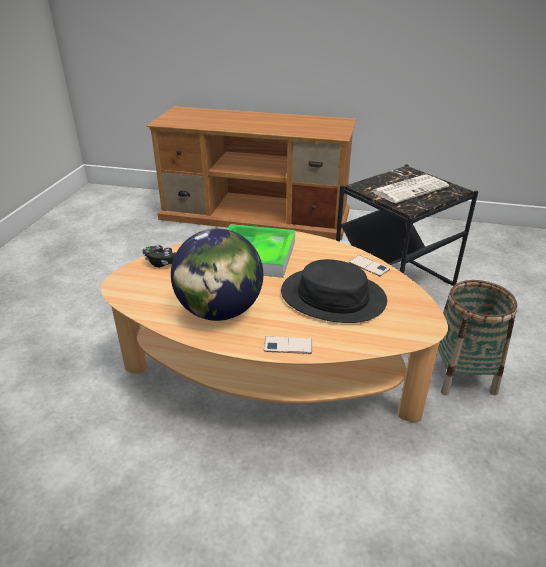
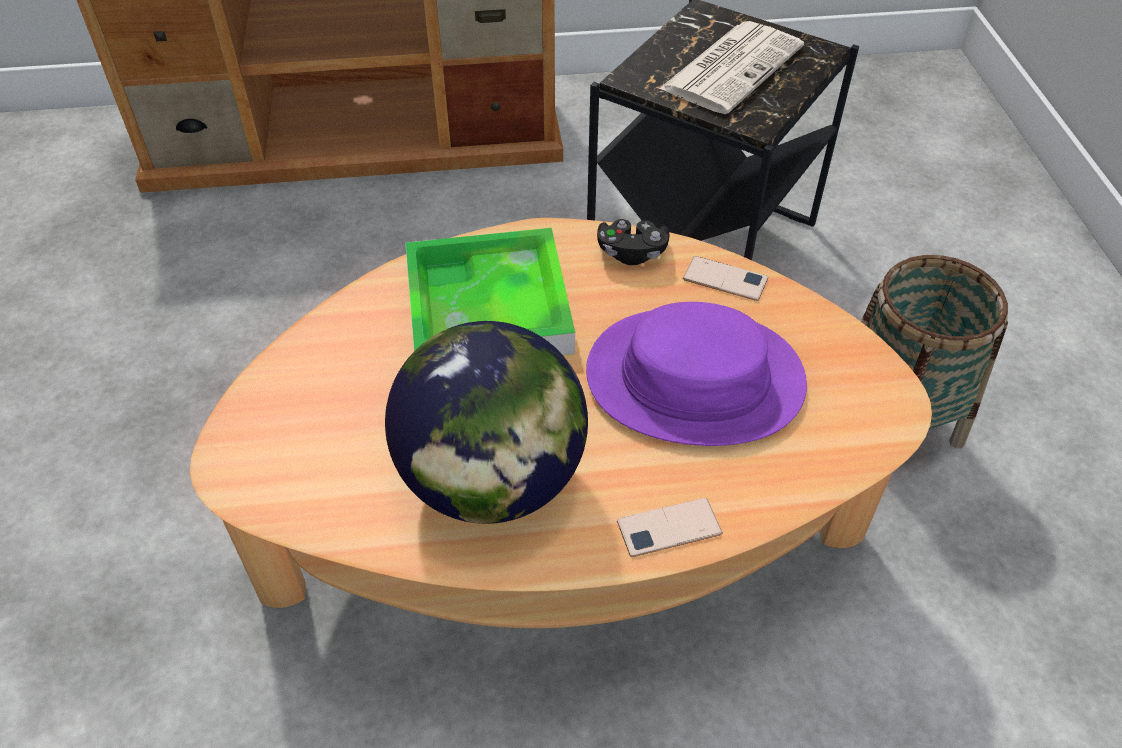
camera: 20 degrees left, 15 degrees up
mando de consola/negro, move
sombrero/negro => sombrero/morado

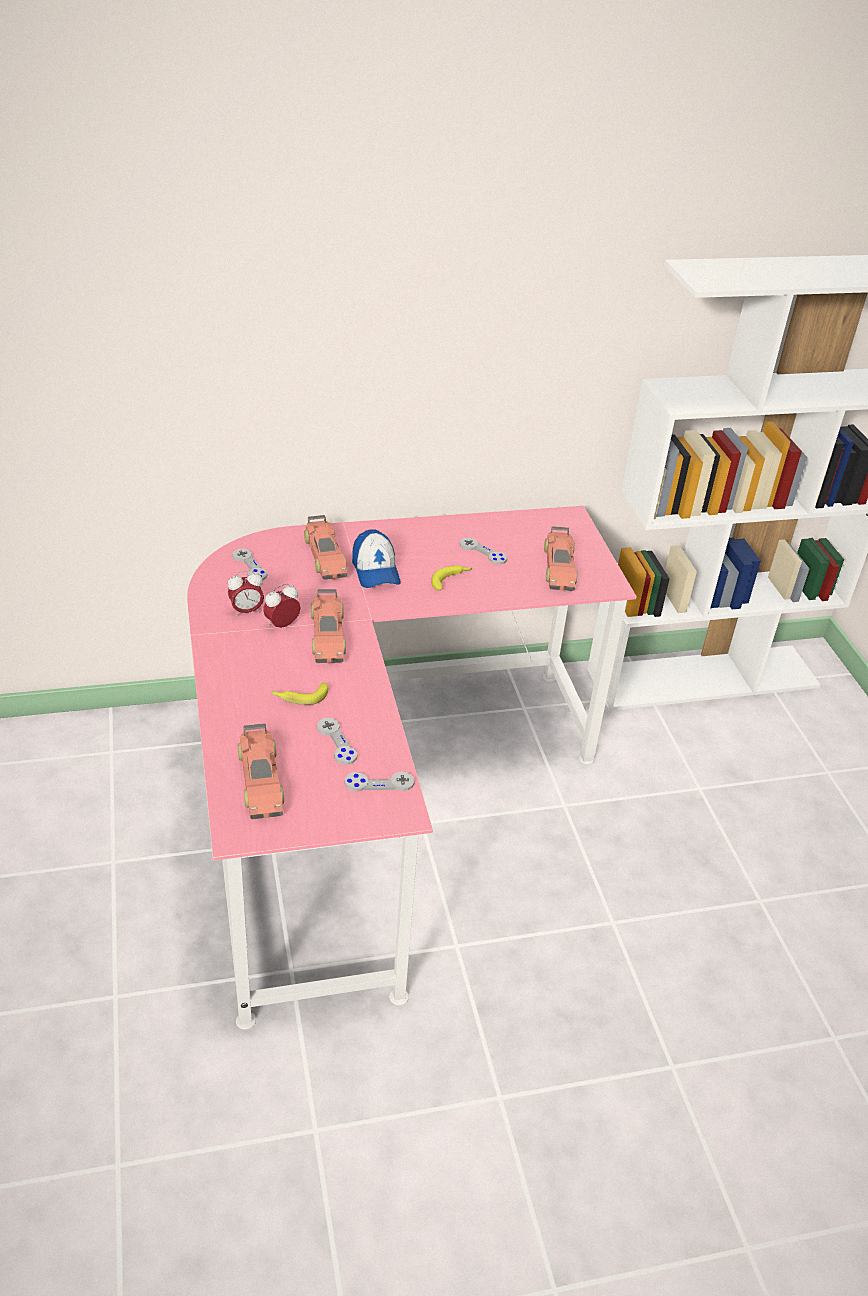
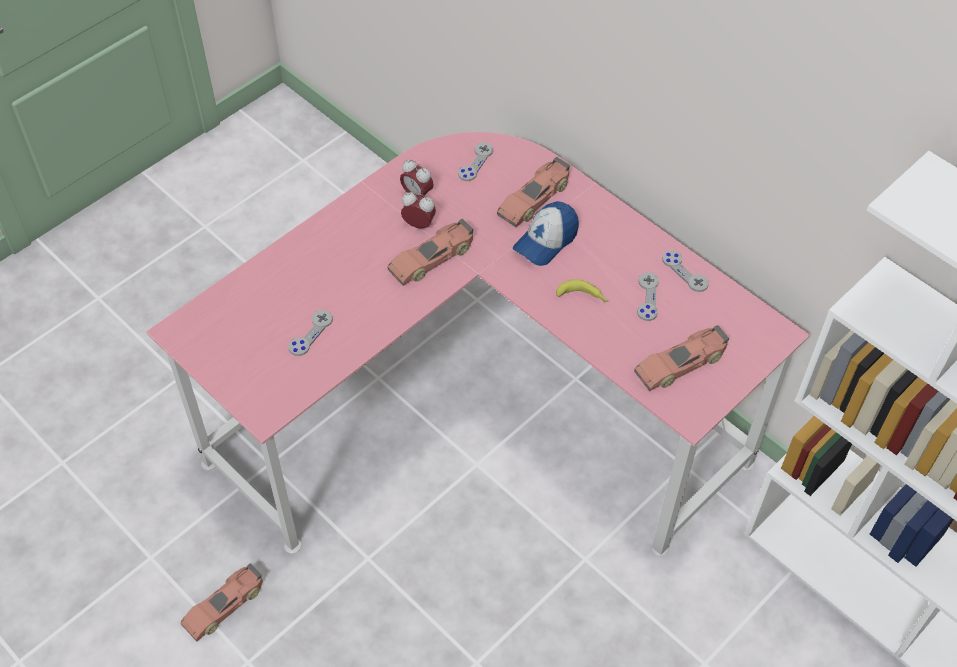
camera: 60 degrees right, 15 degrees up
plátano (1st from left) => nothing
coche de juguete (1st from left), move
mando de consola/gris (3rd from left in the first image) => mando de consola/gris (4th from left), move

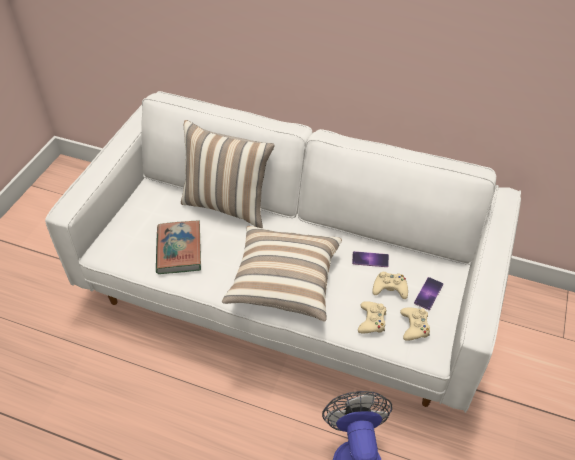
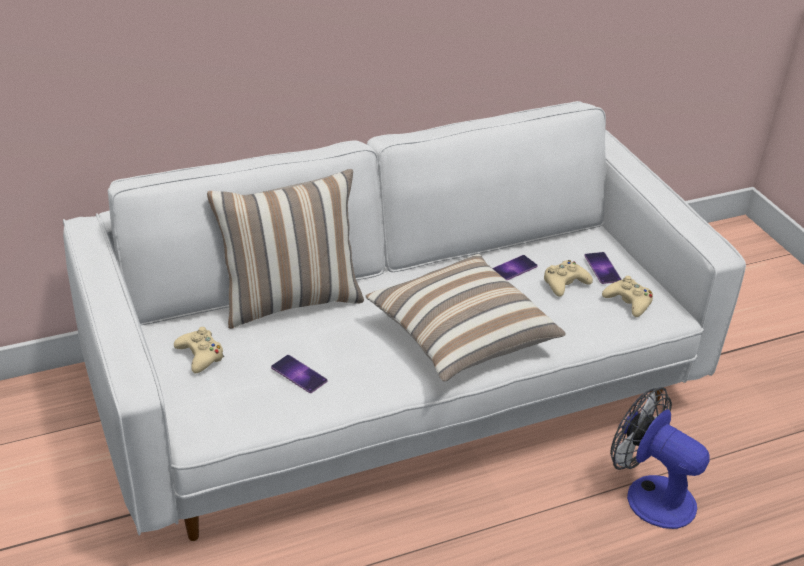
camera: 45 degrees left, 10 degrees down
mando de consola/beis (1st from left), move
libro => móvil (1st from left)

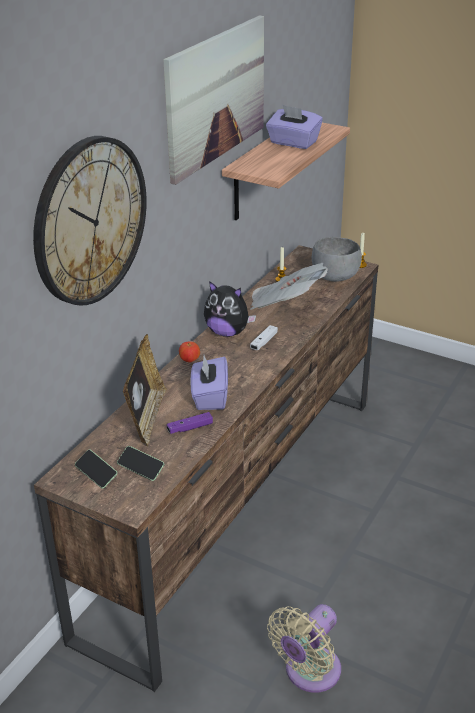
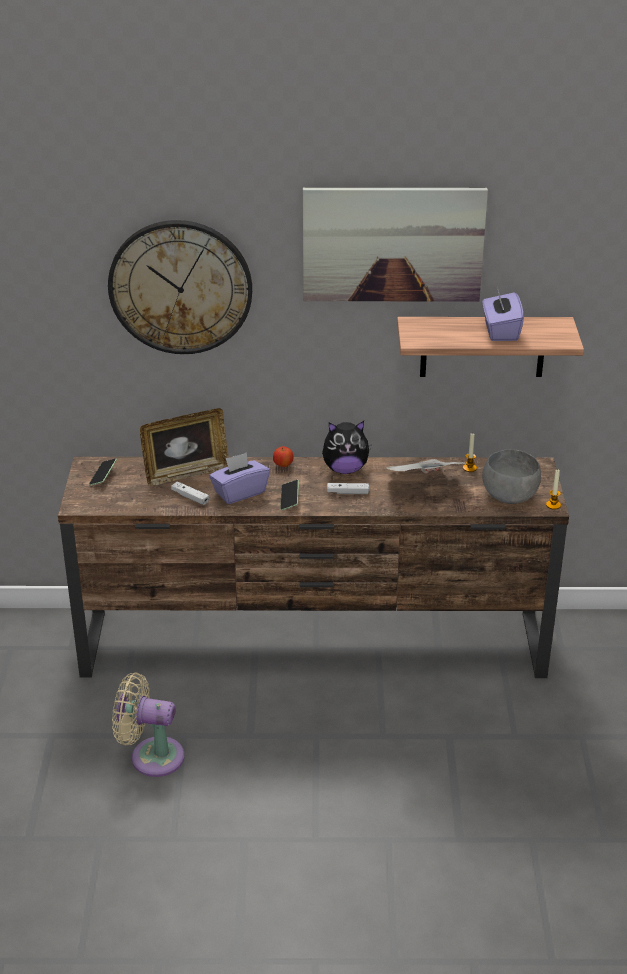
camera: 60 degrees right, 0 degrees up
móvil (2nd from left), move
mando de consola/morado => mando de consola/blanco (1st from left)
peluche, 90 degrees counterclockwise

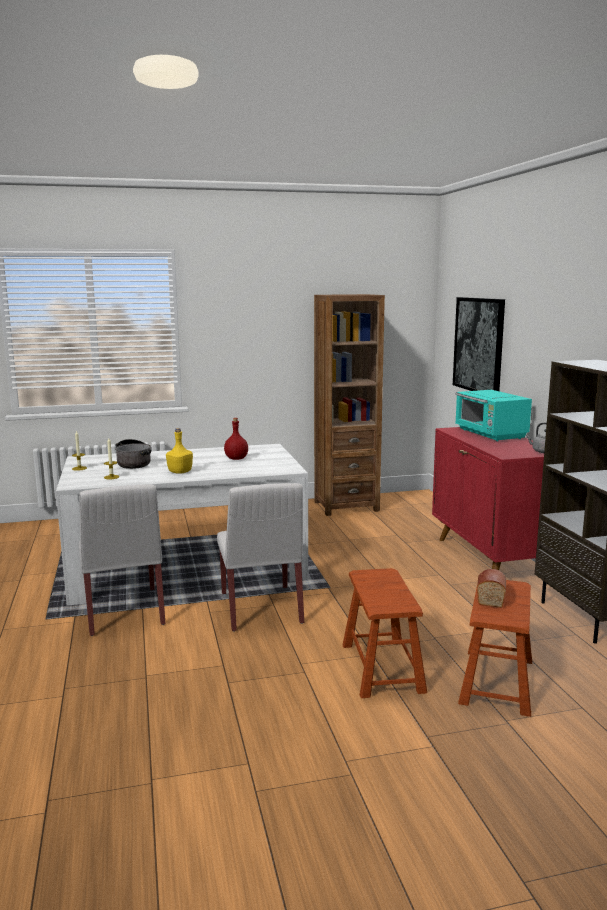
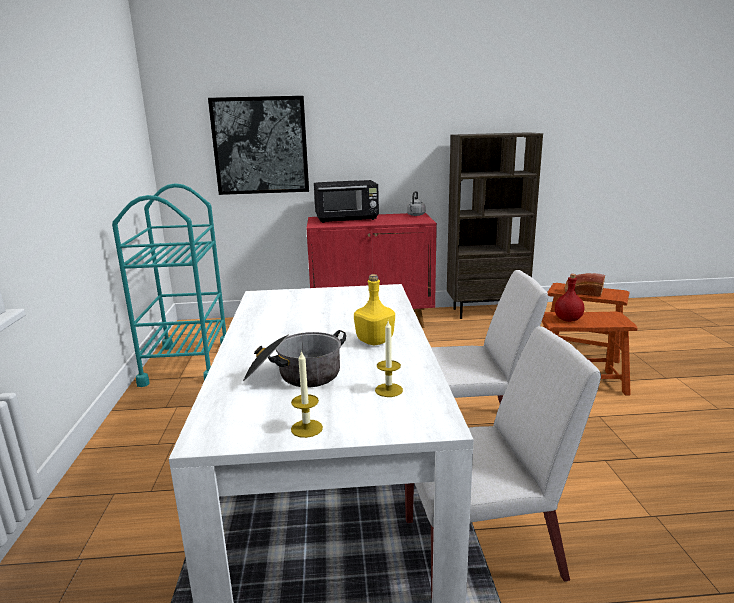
camera: 80 degrees left, 5 degrees up
botella/rojo, move
estantería/marrón (1st from left) => carrito/turquesa
microondas/turquesa => microondas/negro

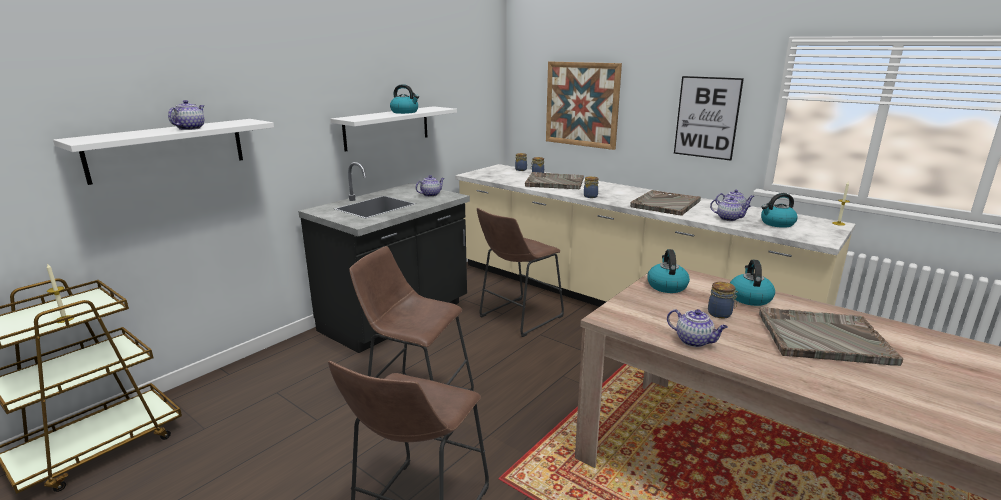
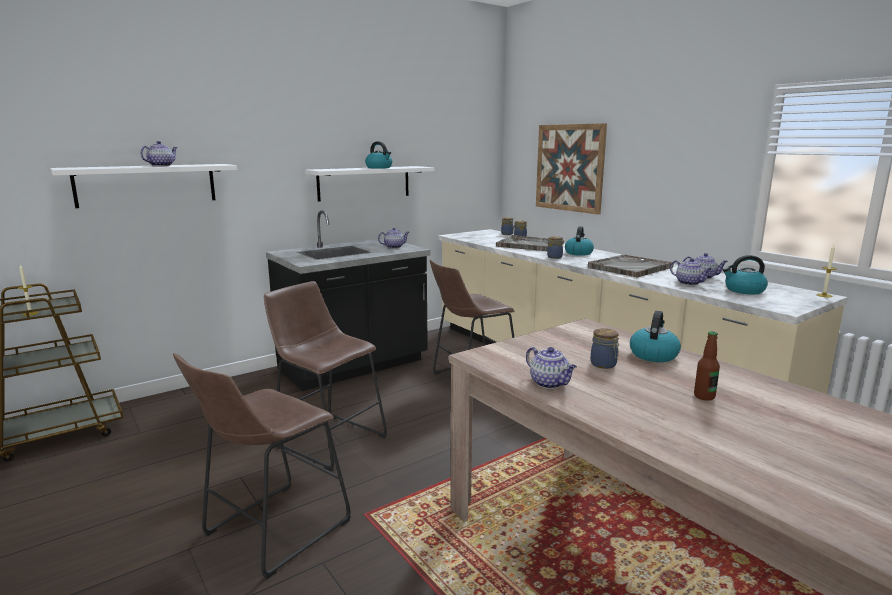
camera: 15 degrees right, 5 degrees down
cuadro (2nd from left) => nothing
hervidor (2nd from left), move
bandeja/gris (3rd from left) => botella

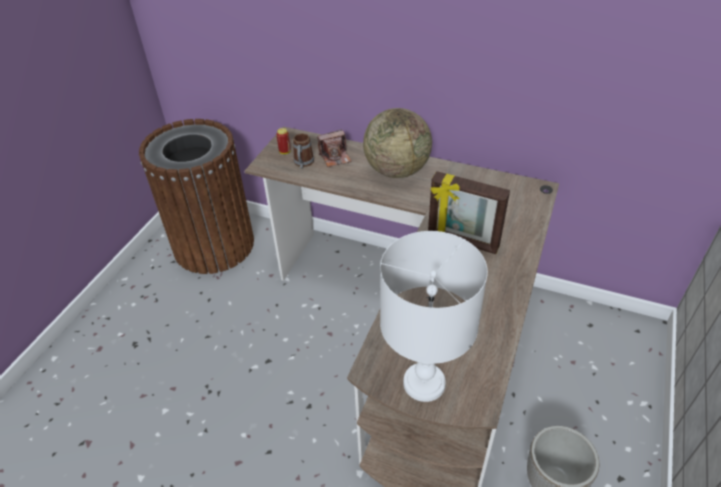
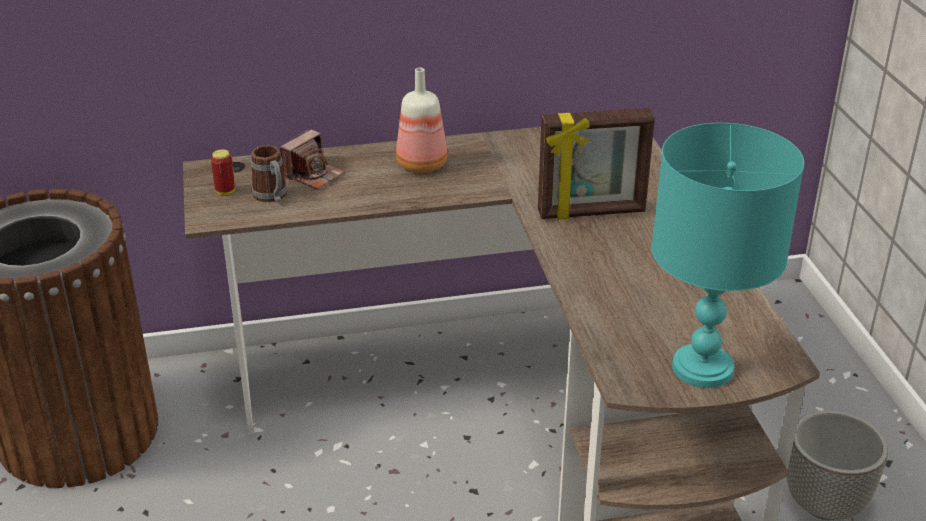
camera: 35 degrees left, 10 degrees down
globo terráqueo => botella
lámpara de mesa/blanco => lámpara de mesa/turquesa

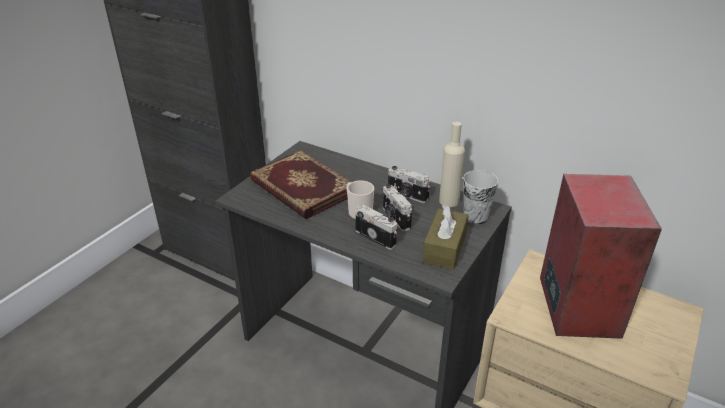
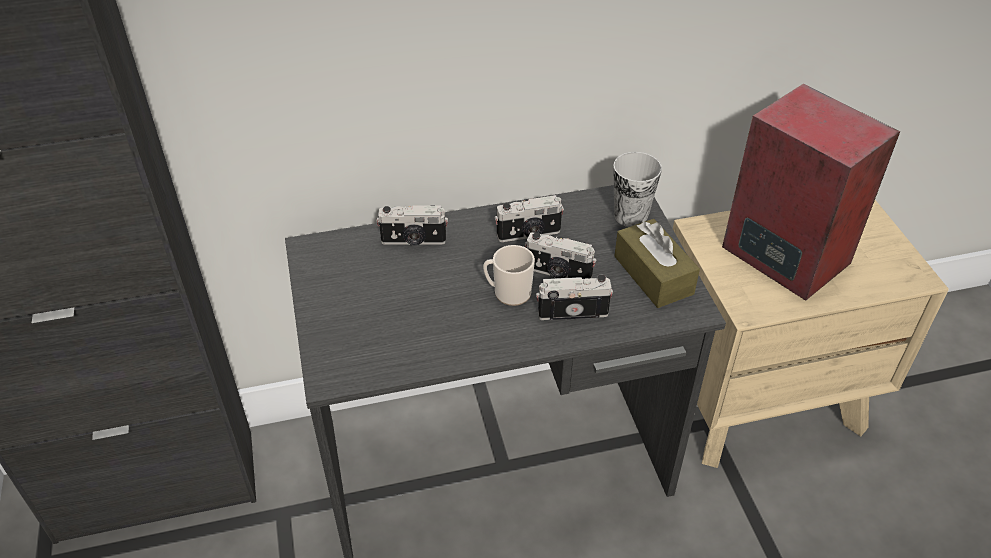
camera: 45 degrees left, 10 degrees up
libro => nothing
botella/beis => nothing
nothing => cámara (1st from left)

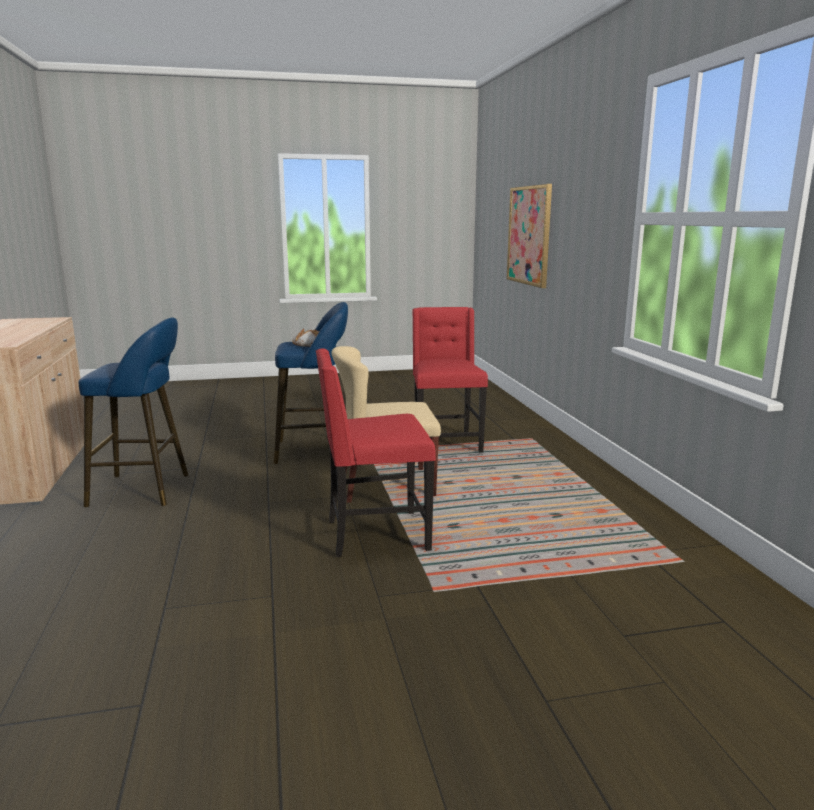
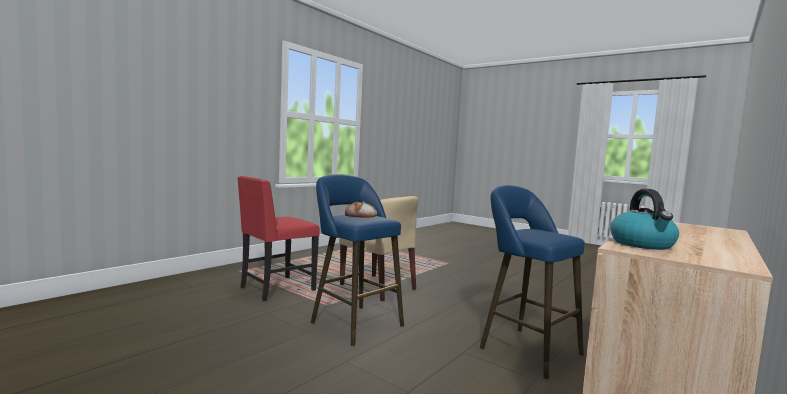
camera: 130 degrees left, 10 degrees down
silla/rojo (1st from left) => nothing
cuadro => nothing
nothing => hervidor

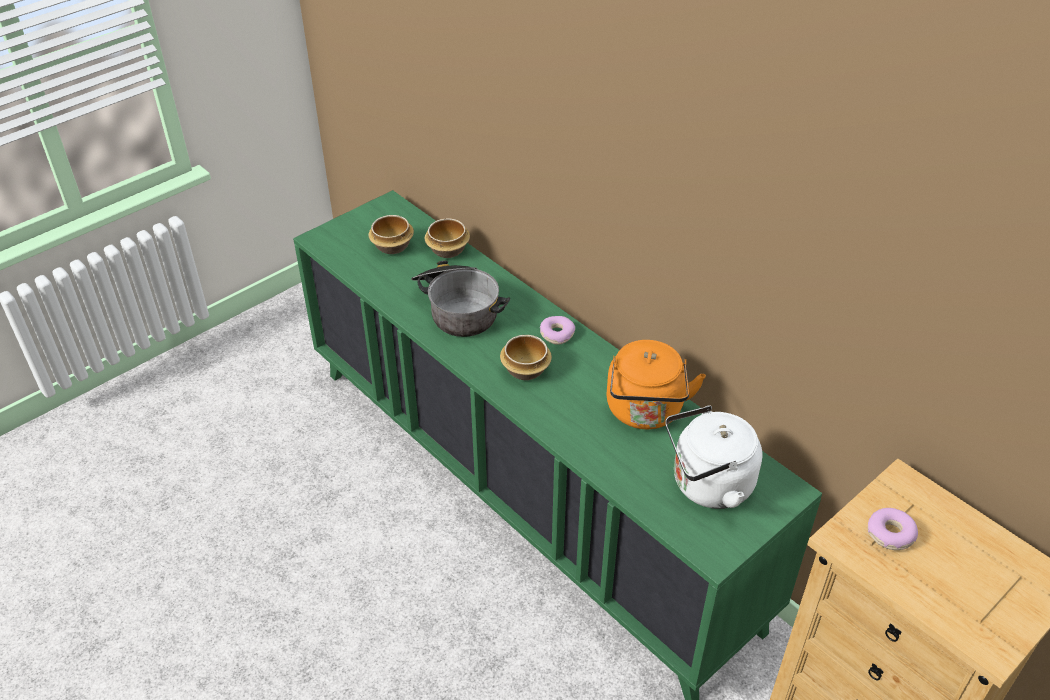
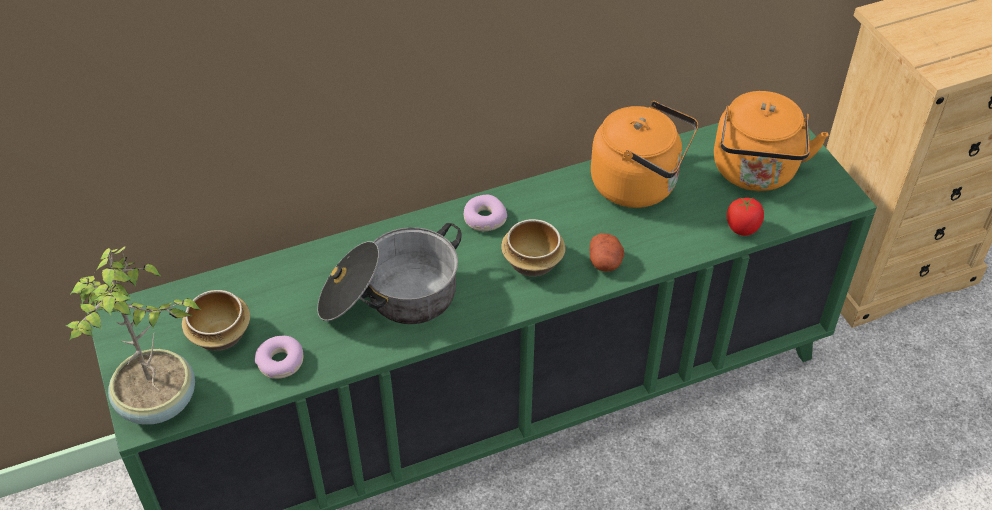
camera: 70 degrees left, 5 degrees up
cuenco (2nd from left) => nothing
nothing => planta en maceta
nothing => patata
nothing => tomate
rosquilla (2nd from left in the first image) => rosquilla (1st from left), move
hervidor/blanco => hervidor/naranja (2nd from left)

